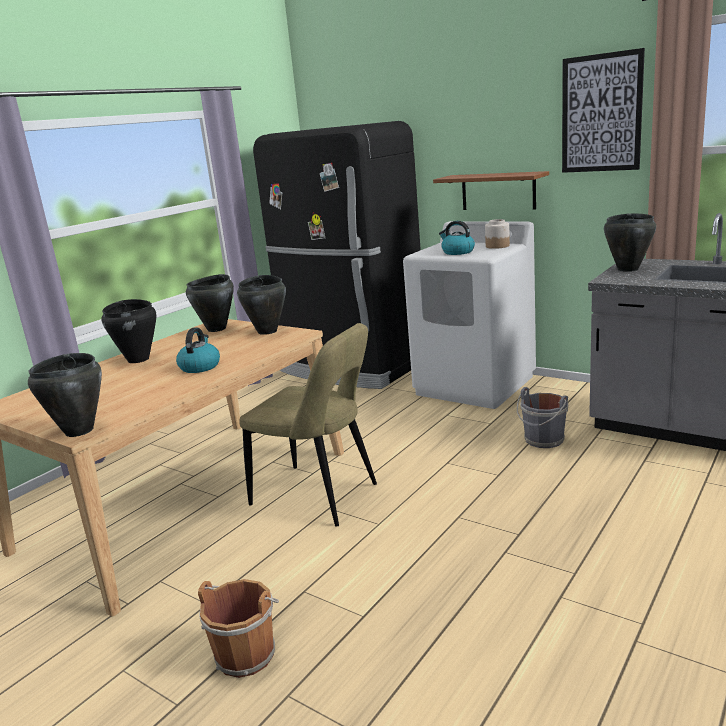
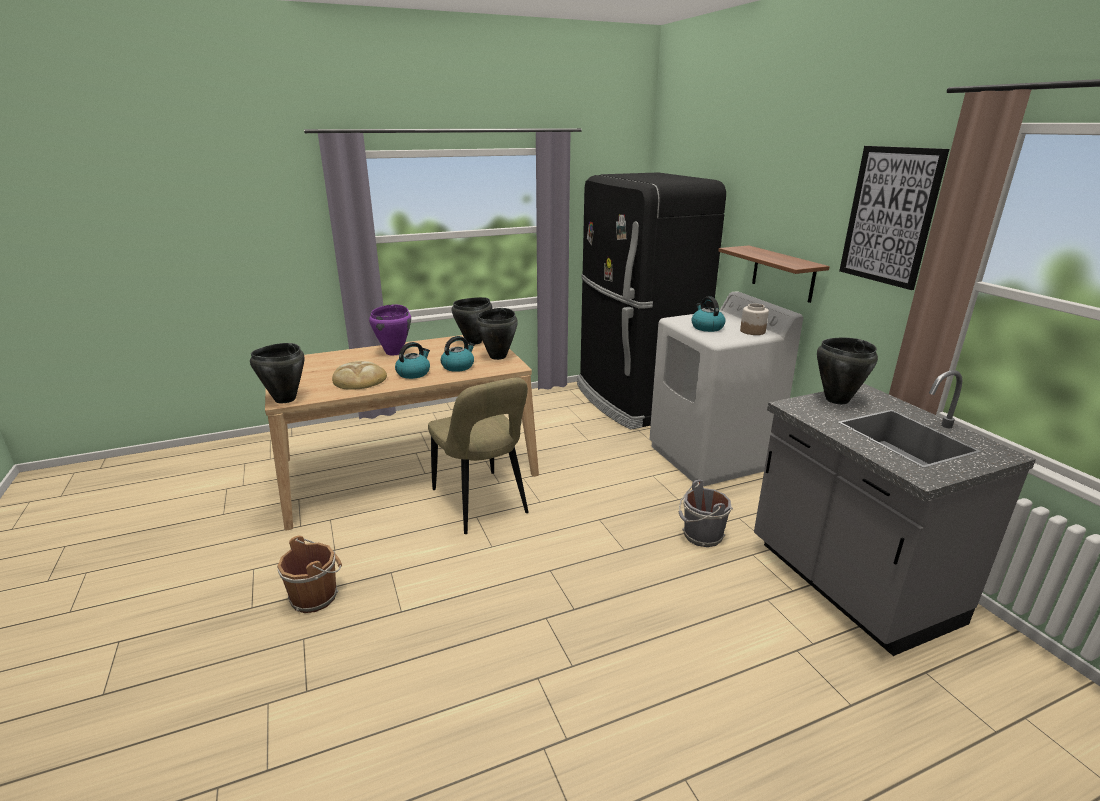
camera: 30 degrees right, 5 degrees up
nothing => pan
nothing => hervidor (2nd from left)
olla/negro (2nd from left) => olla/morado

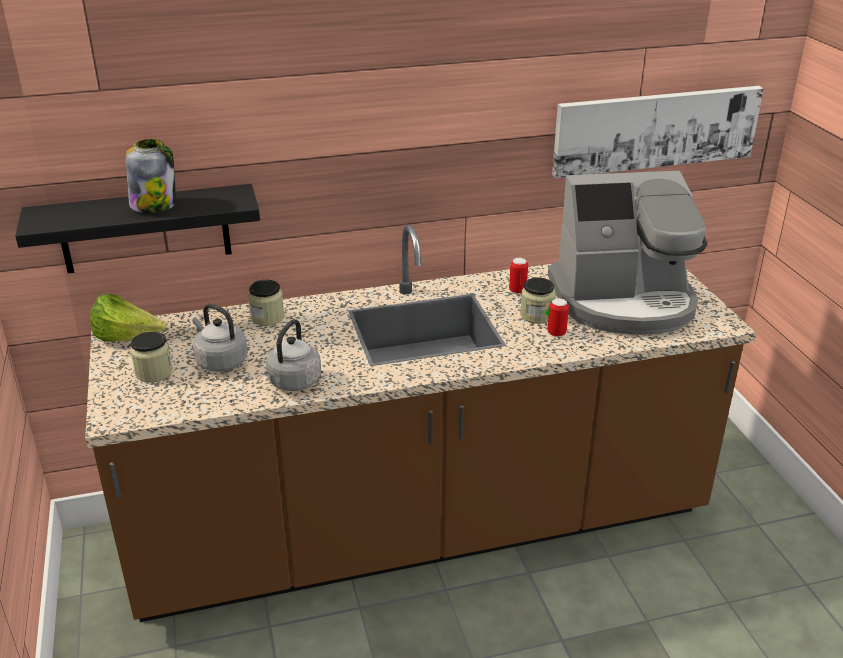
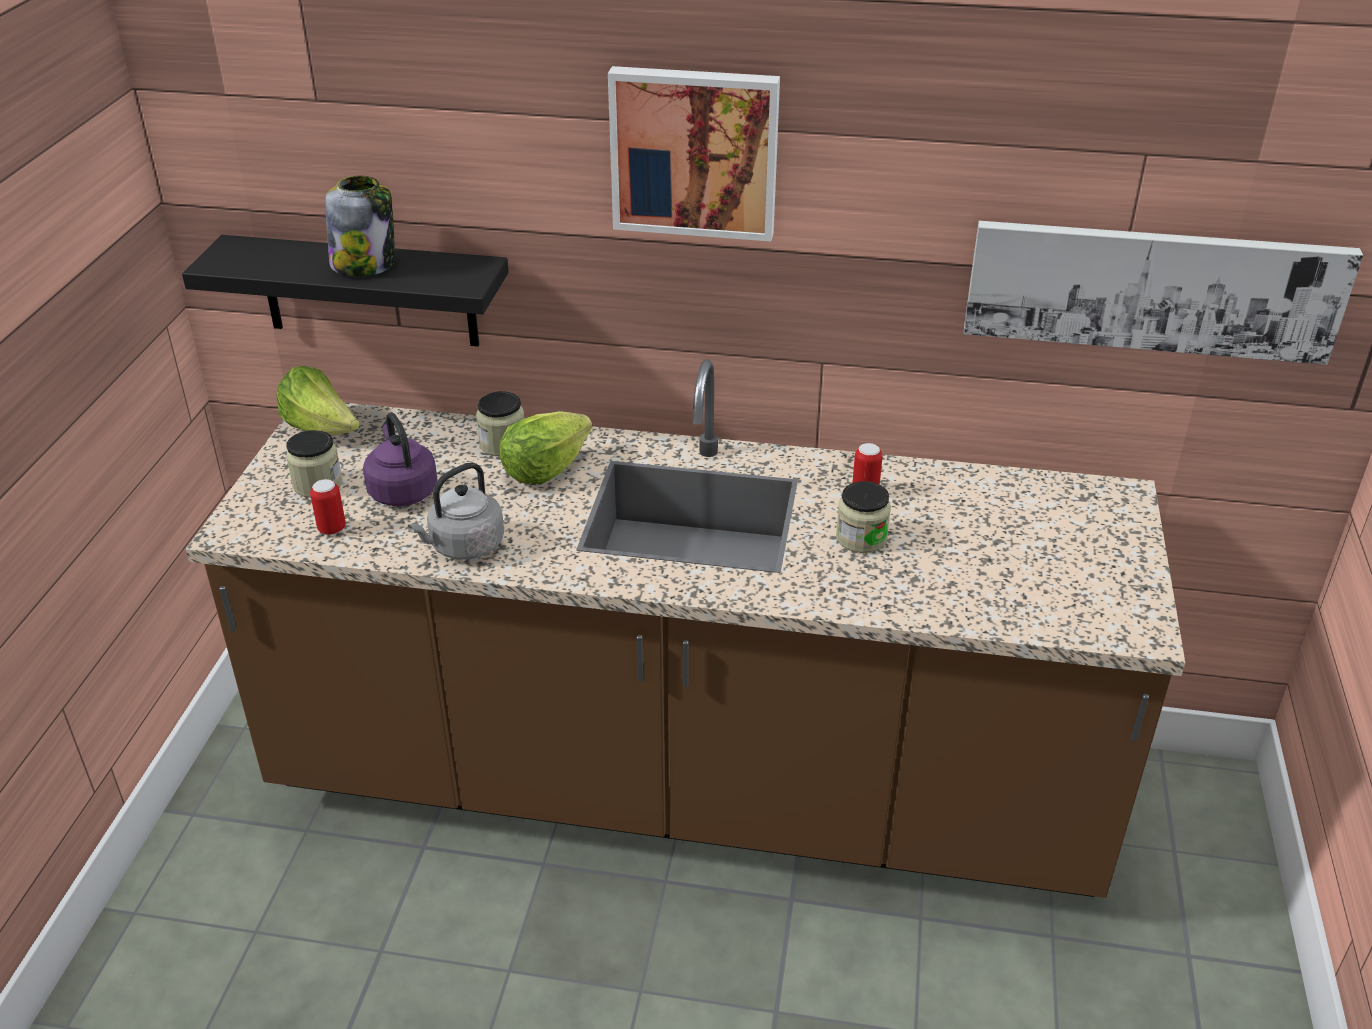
camera: 25 degrees right, 5 degrees up
cafetera => nothing
nothing => lechuga (2nd from left)
nothing => cuadro (1st from left)
lata (2nd from left in the first image) => lata (1st from left), move
hervidor/gris (1st from left) => hervidor/morado

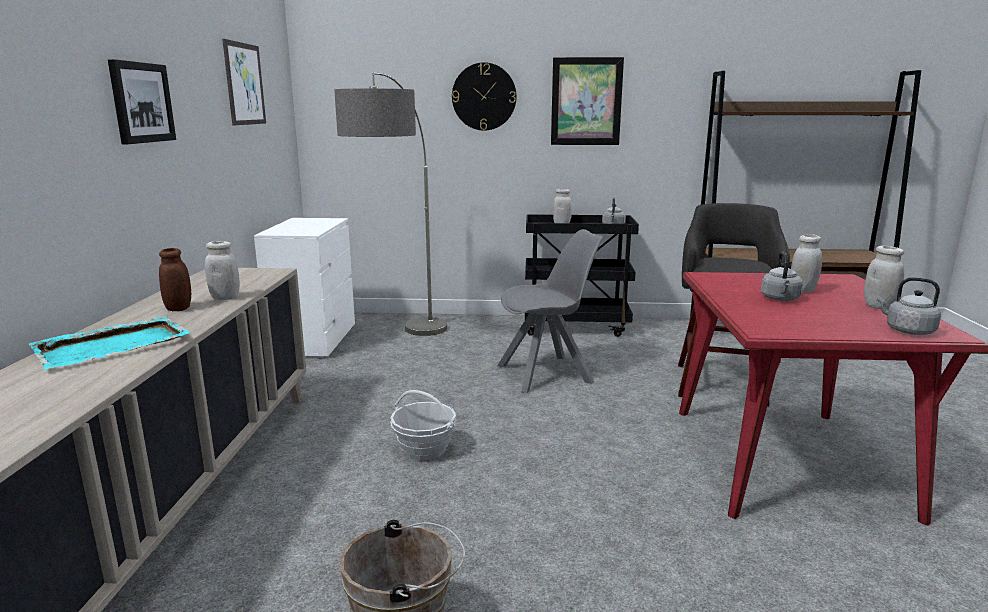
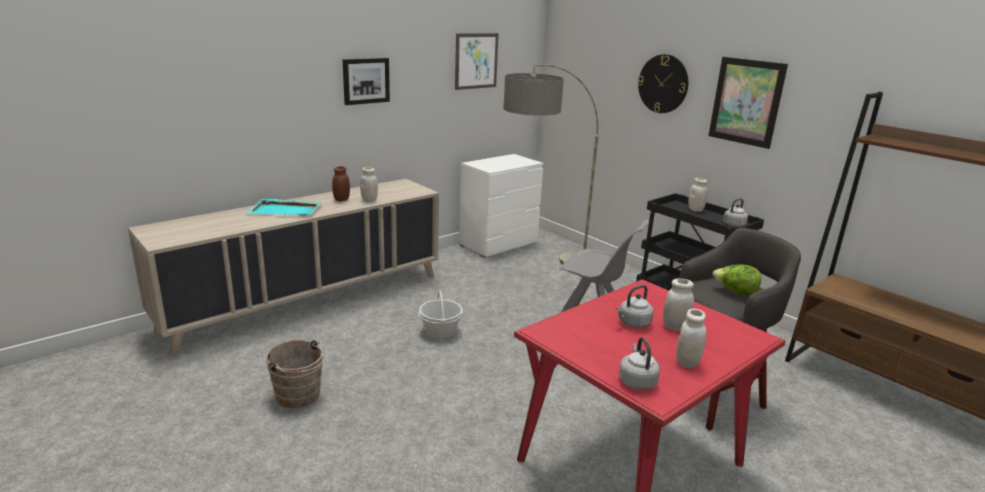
camera: 45 degrees right, 5 degrees up
nothing => lechuga

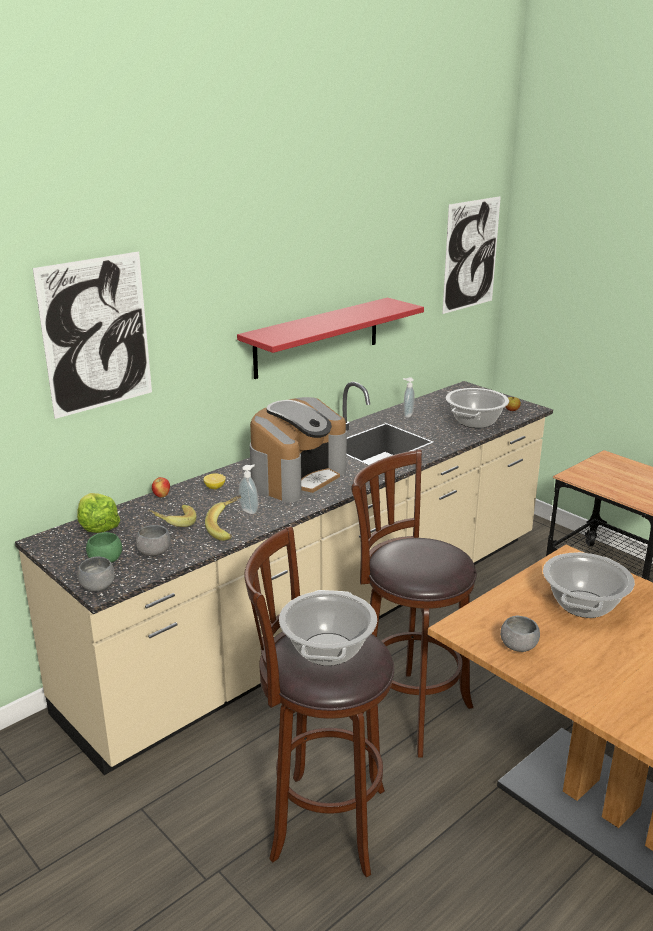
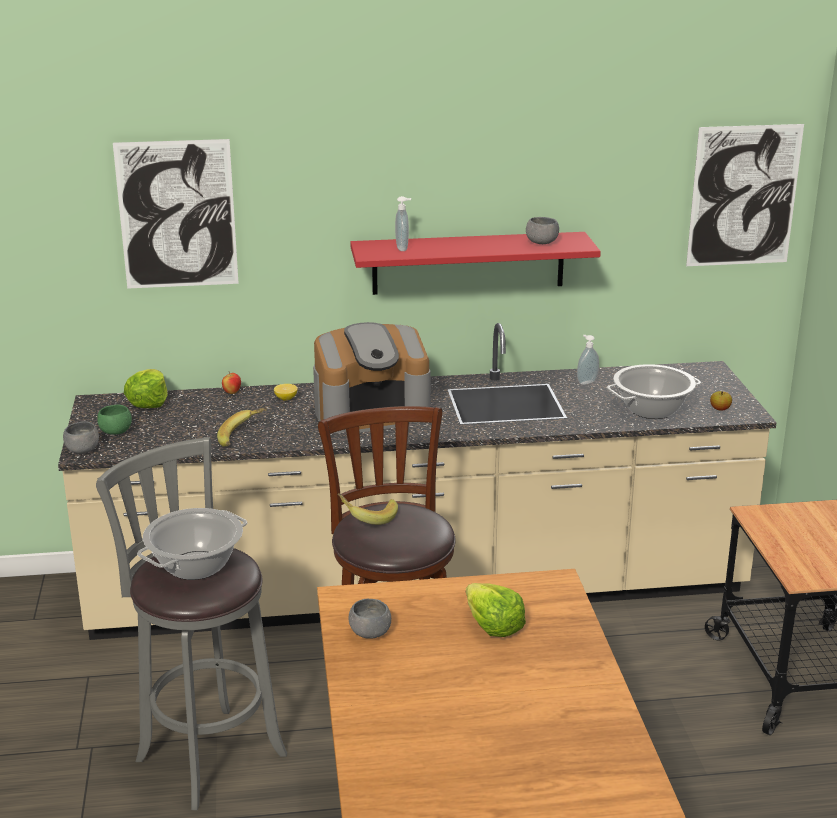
camera: 35 degrees right, 0 degrees up
cuenco/gris (2nd from left in the first image) => cuenco/gris (3rd from left), move
plátano (1st from left in the first image) => plátano (2nd from left), move
dispensador de jabón (1st from left), move
olla (3rd from left) => lechuga (2nd from left)
taburete/marrón (1st from left) => taburete/gris

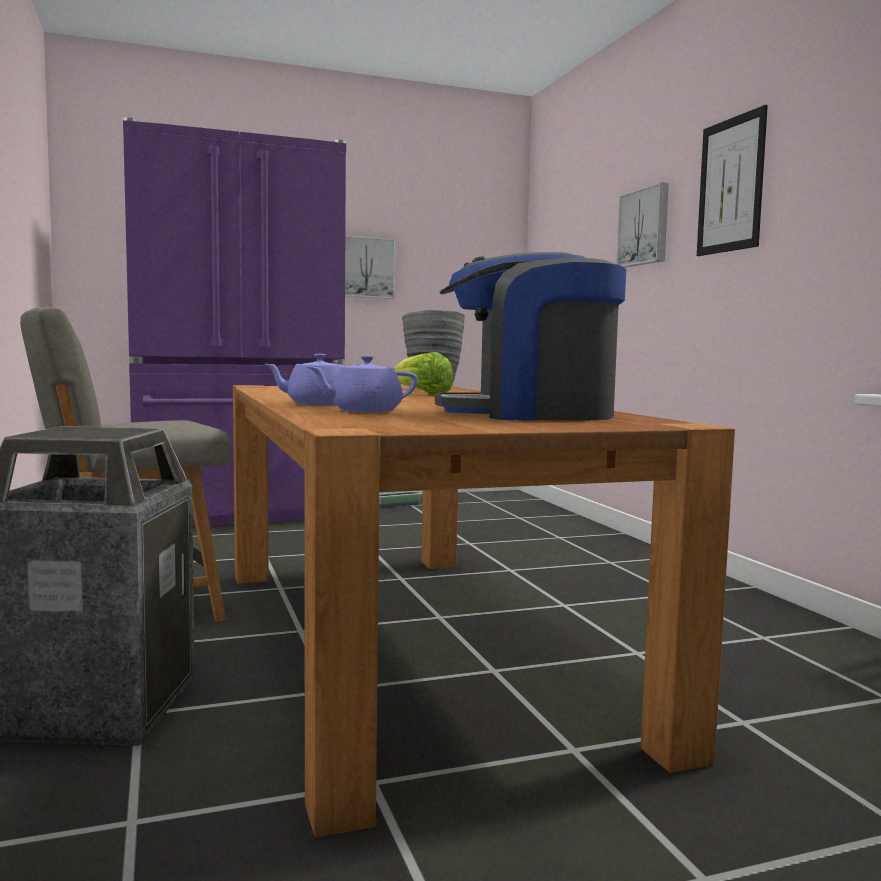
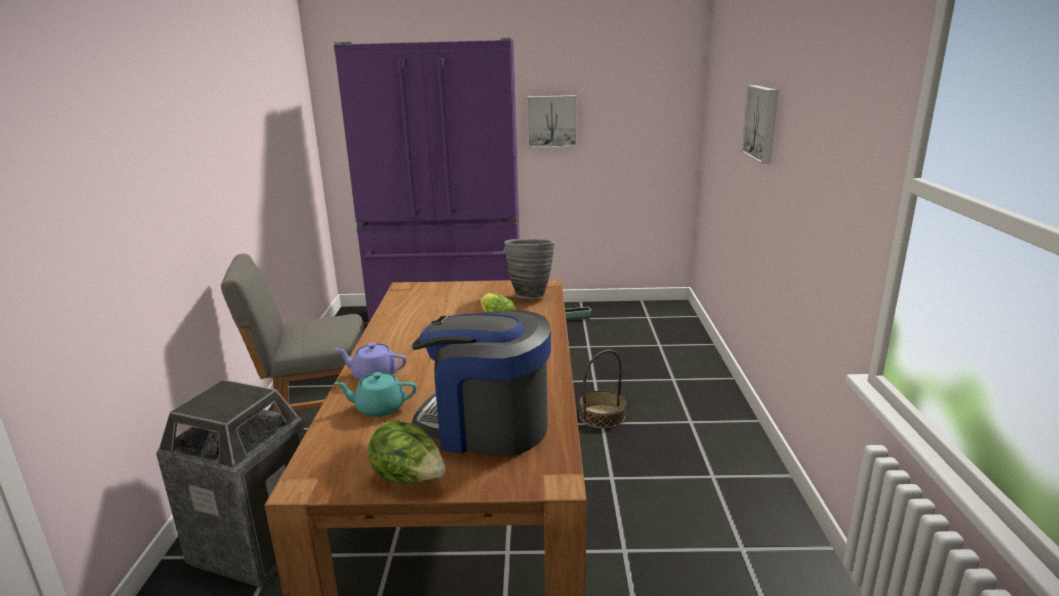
camera: 20 degrees right, 15 degrees up
cuadro (3rd from left) => nothing
nothing => lechuga (1st from left)
nothing => cesta
tetera/morado (2nd from left) => tetera/turquesa

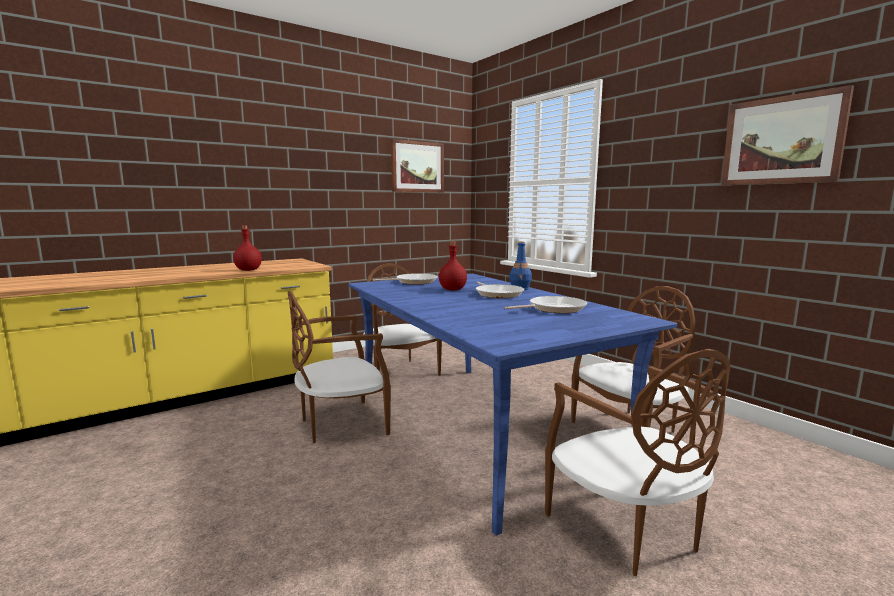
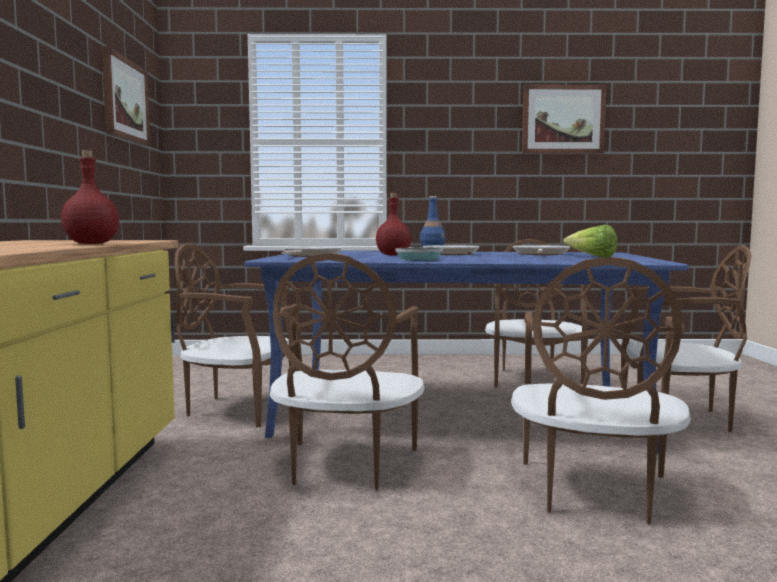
camera: 55 degrees left, 5 degrees down
nothing => sartén (2nd from left)
nothing => silla/marrón (4th from left)
nothing => lechuga

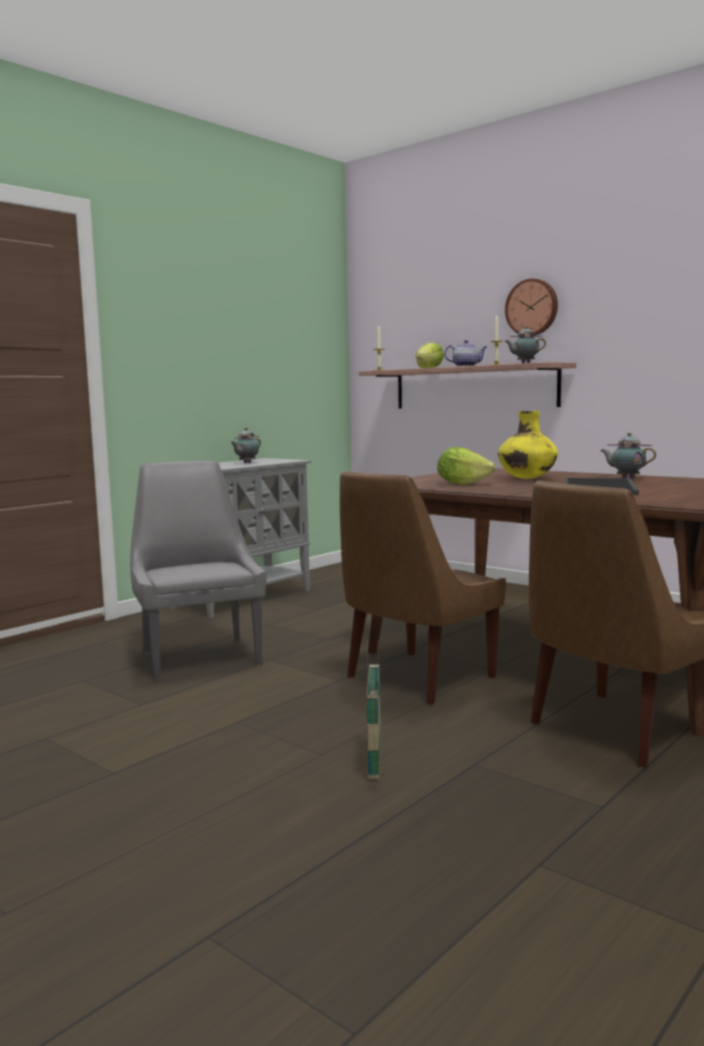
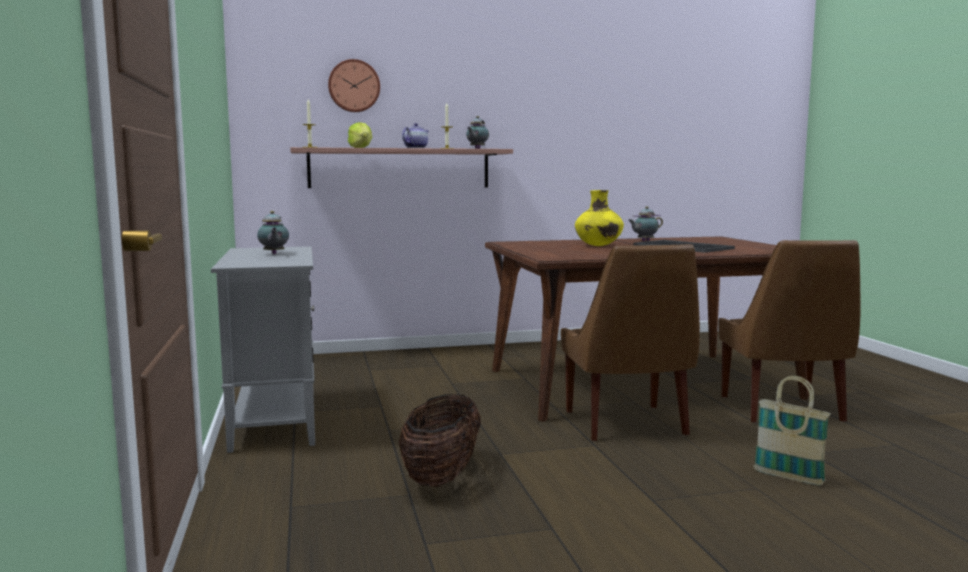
camera: 55 degrees left, 0 degrees up
lechuga (2nd from left) => nothing
reloj de pared, move
silla/gris => cesta (1st from left)

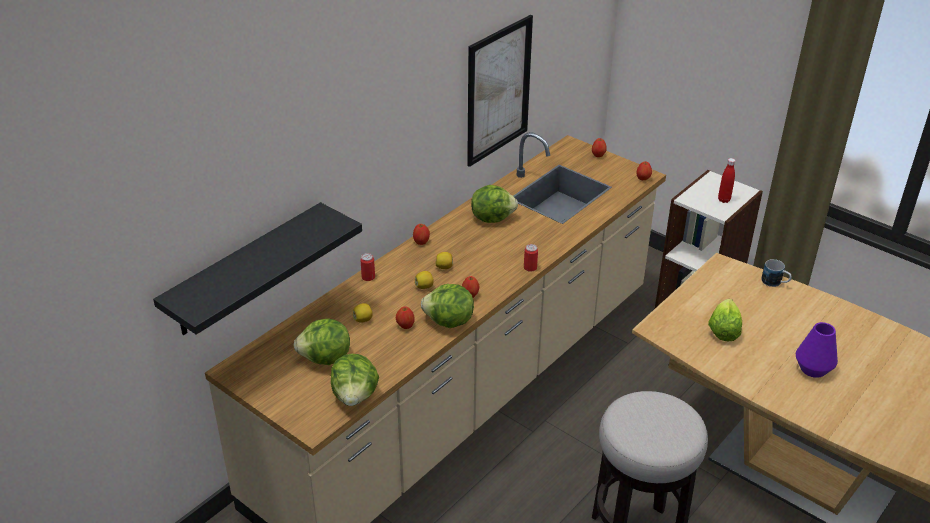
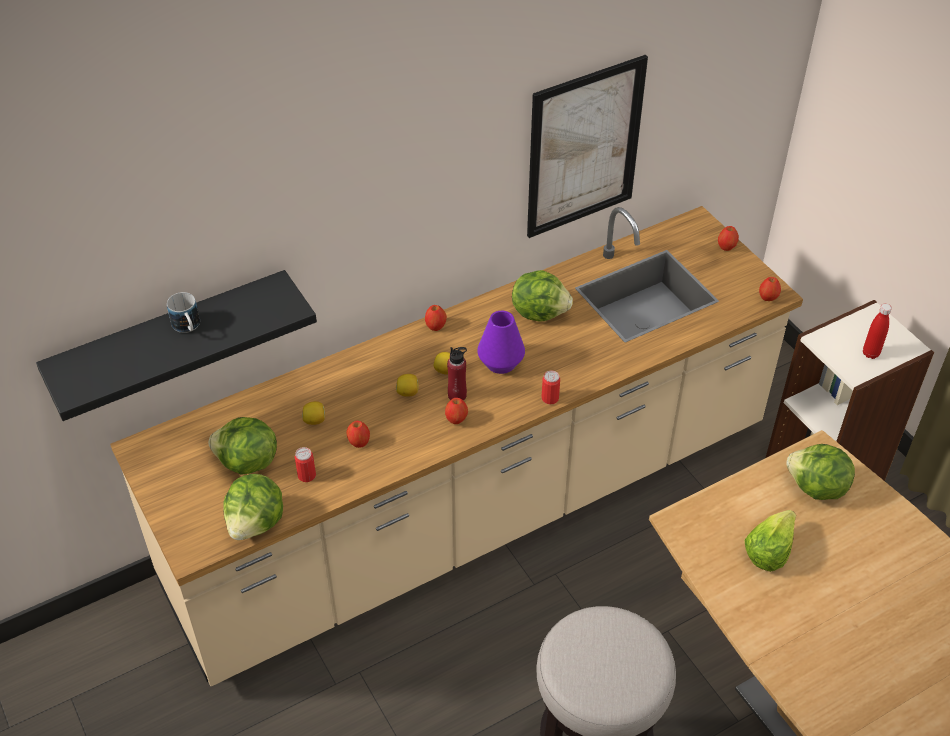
camera: 20 degrees right, 10 degrees up
nothing => botella/rojo (1st from left)
lata (1st from left), move
lechuga (3rd from left in the first image) => lechuga (5th from left), move
taza grande, move
florero/morado, move

